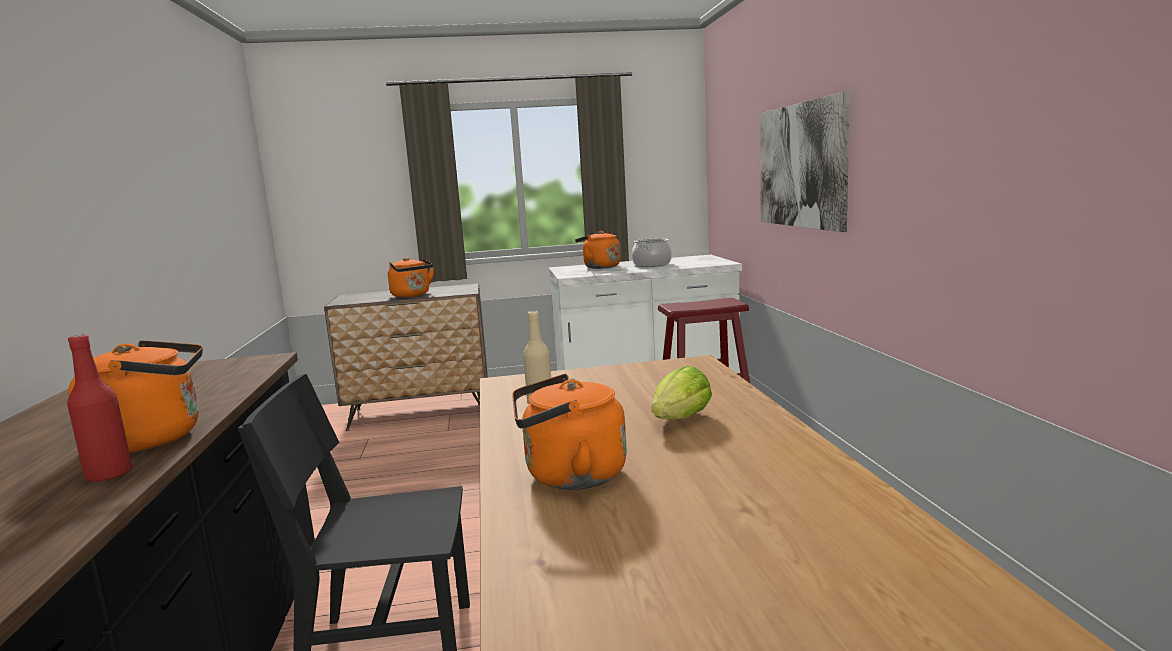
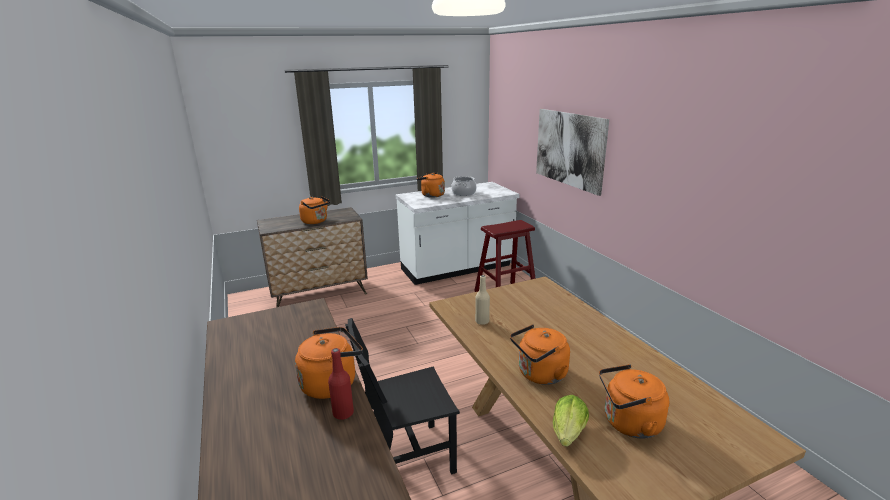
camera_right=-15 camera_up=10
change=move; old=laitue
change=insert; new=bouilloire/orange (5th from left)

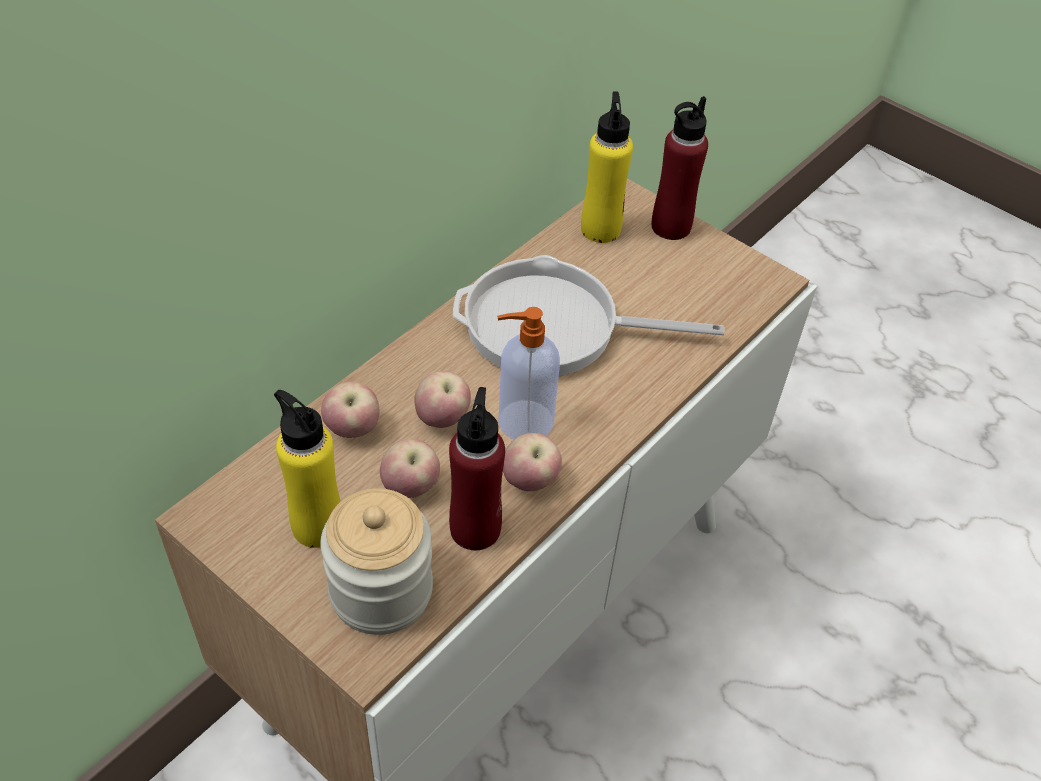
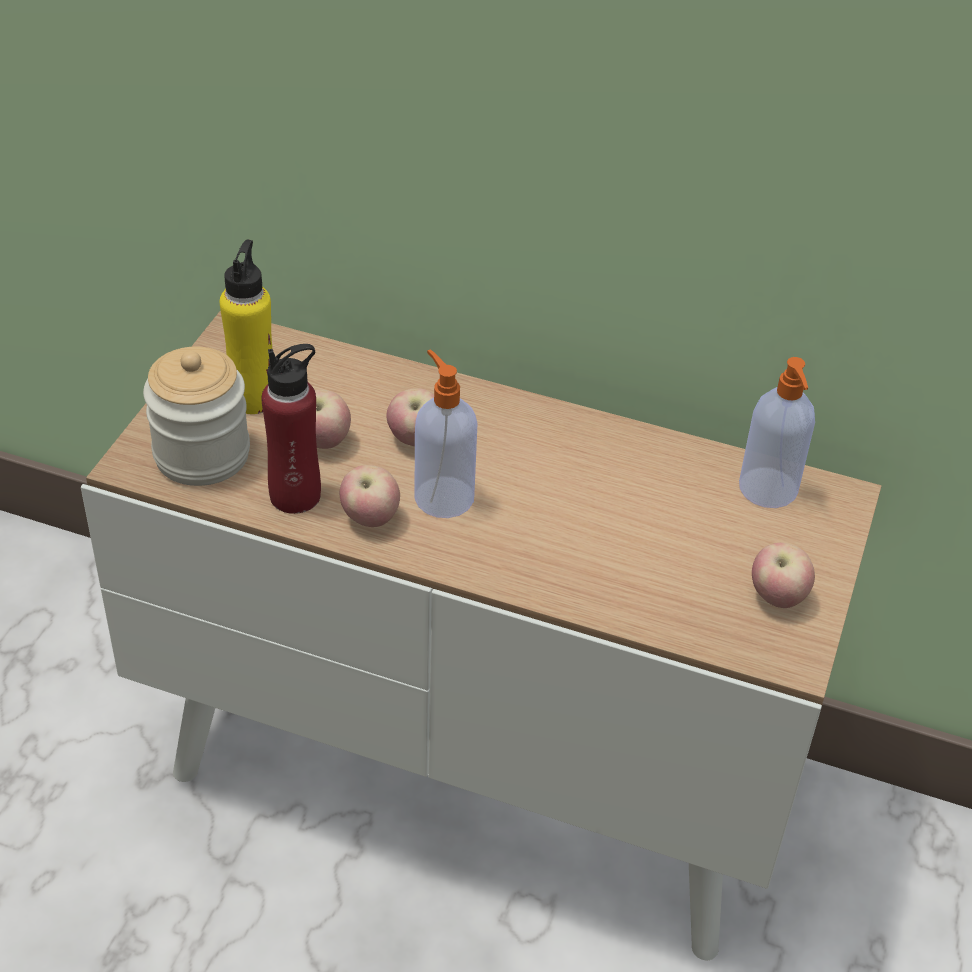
camera_right=70 camera_up=-5
change=replace; old=bouteille/jaune (2nd from left); new=distributeur de savon (2nd from left)
change=move; old=pomme (1st from left in the first image); new=pomme (4th from left)
change=delete; old=poêle
change=delete; old=bouteille/rouge (2nd from left)

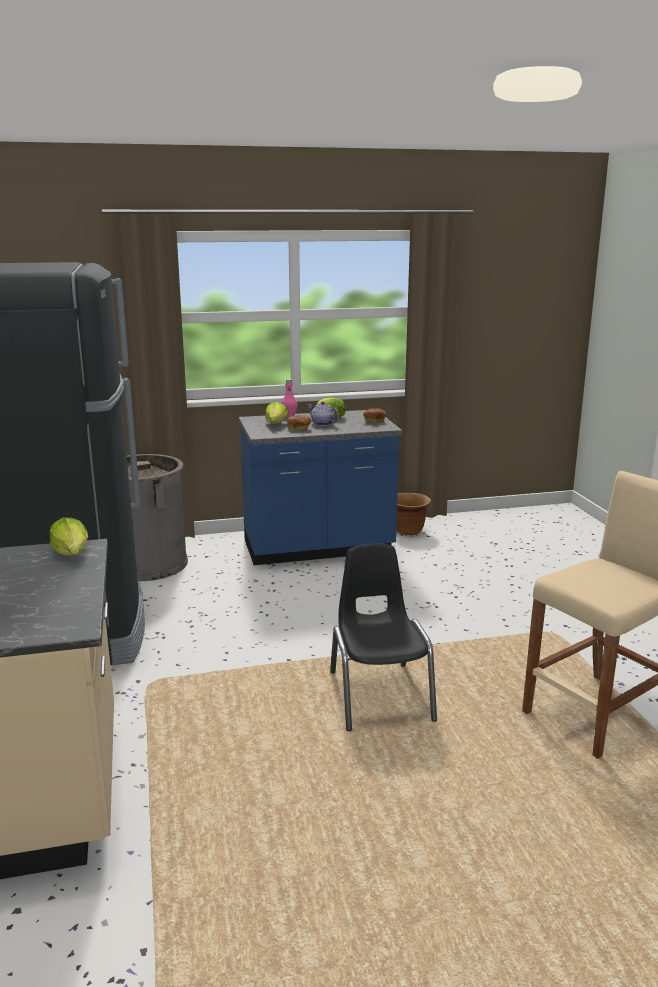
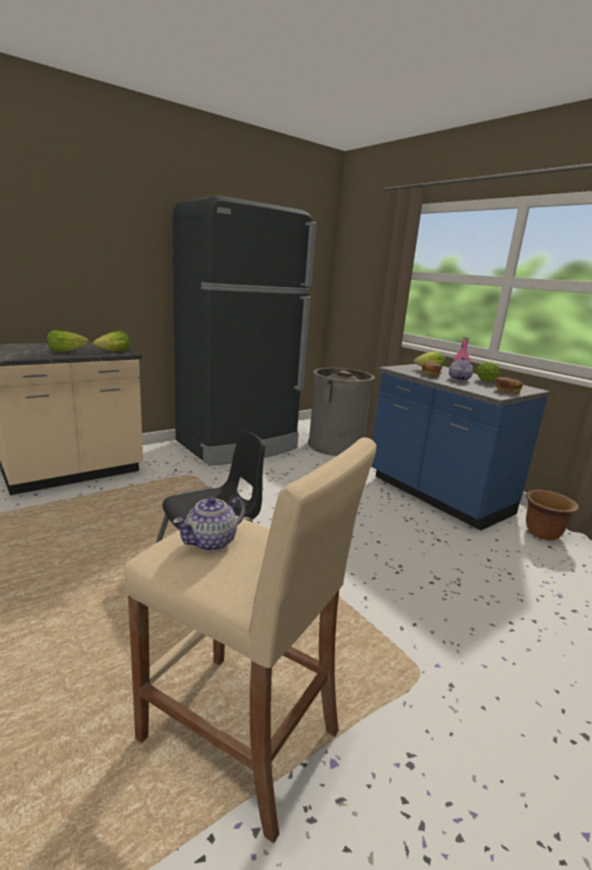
camera_right=65 camera_up=0
change=insert; new=laitue (1st from left)
change=insert; new=théière (1st from left)

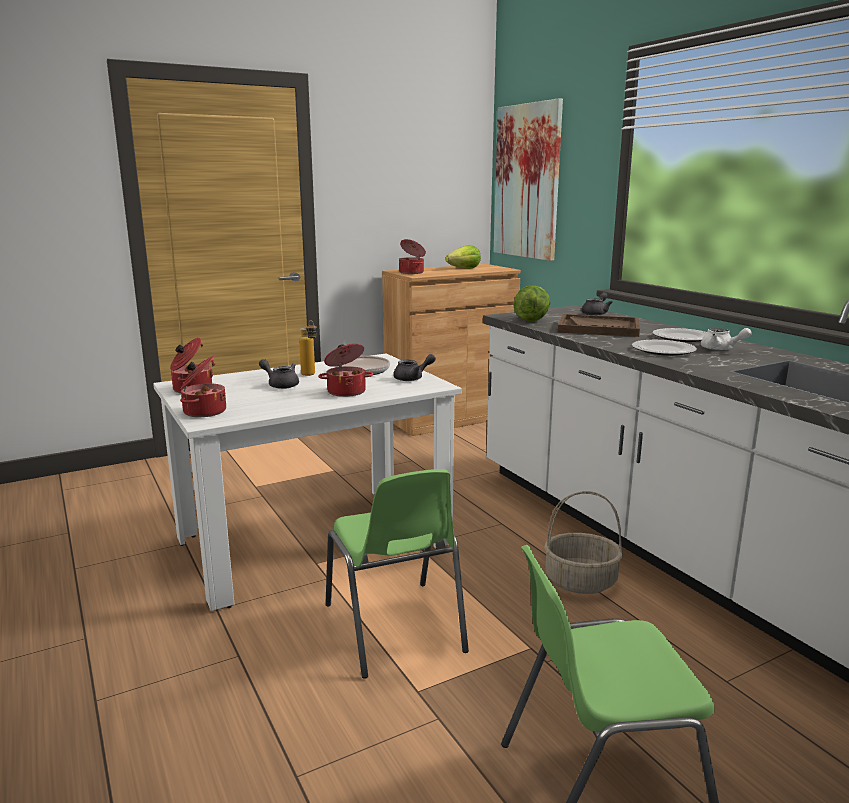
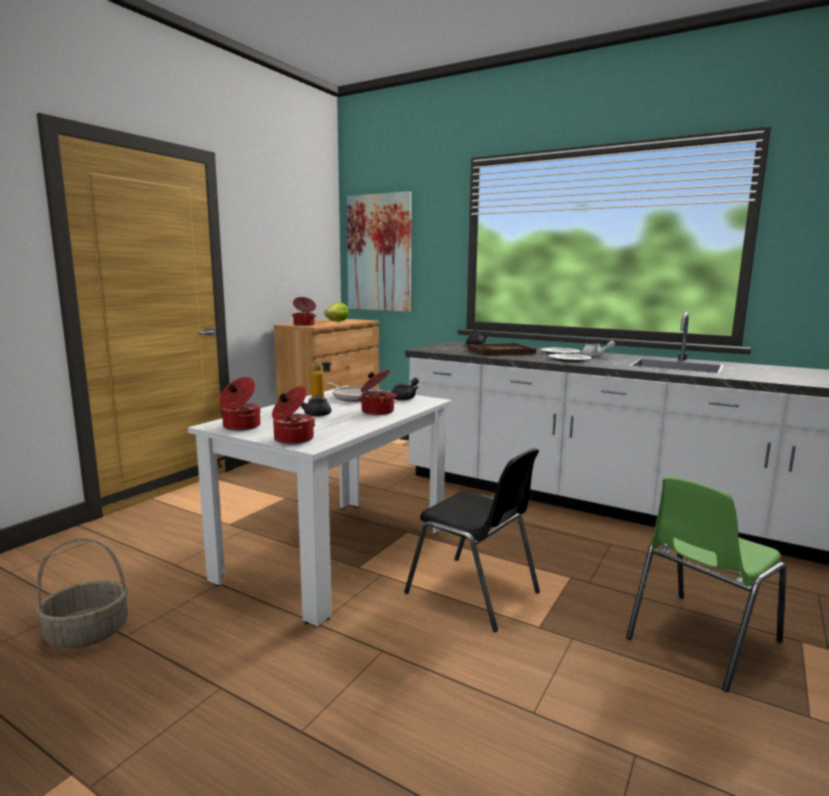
camera_right=-30 camera_up=-5
change=move; old=panier
change=recolor; old=chaise/vert (1st from left); new=chaise/noir
change=delete; old=laitue (2nd from left)

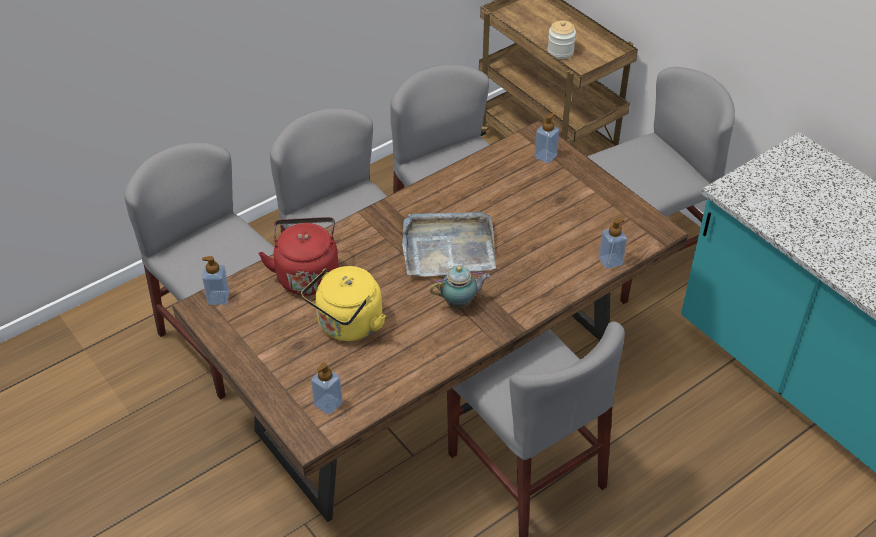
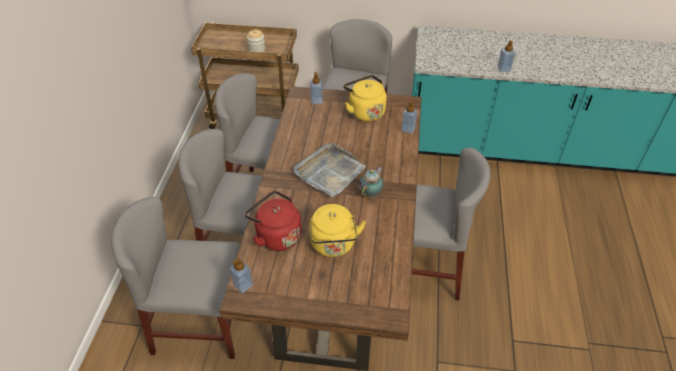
camera_right=-45 camera_up=0
change=insert; new=bouilloire/jaune (2nd from left)
change=move; old=distributeur de savon (2nd from left in the first image); new=distributeur de savon (4th from left)

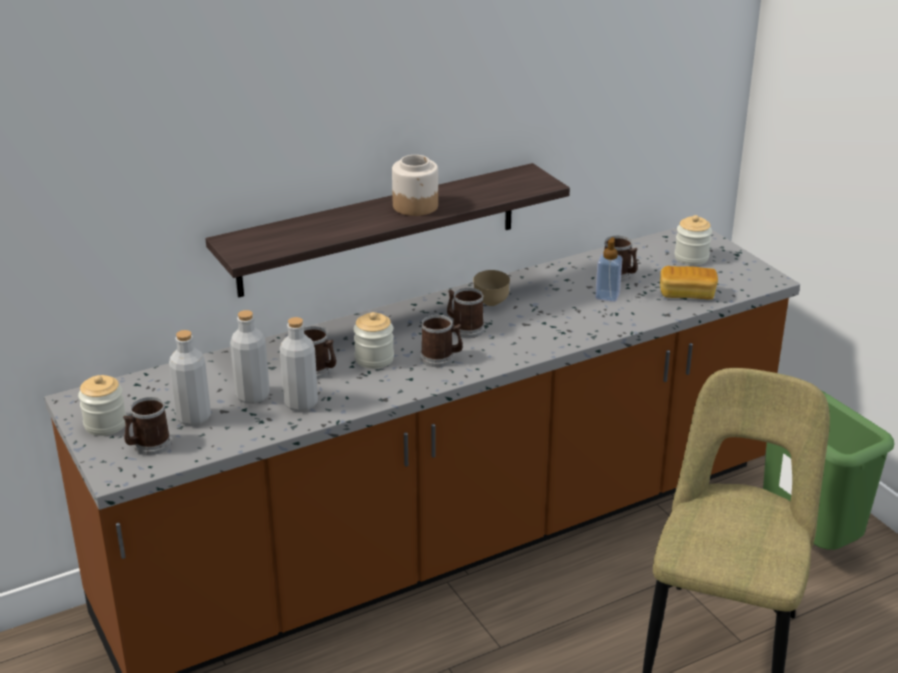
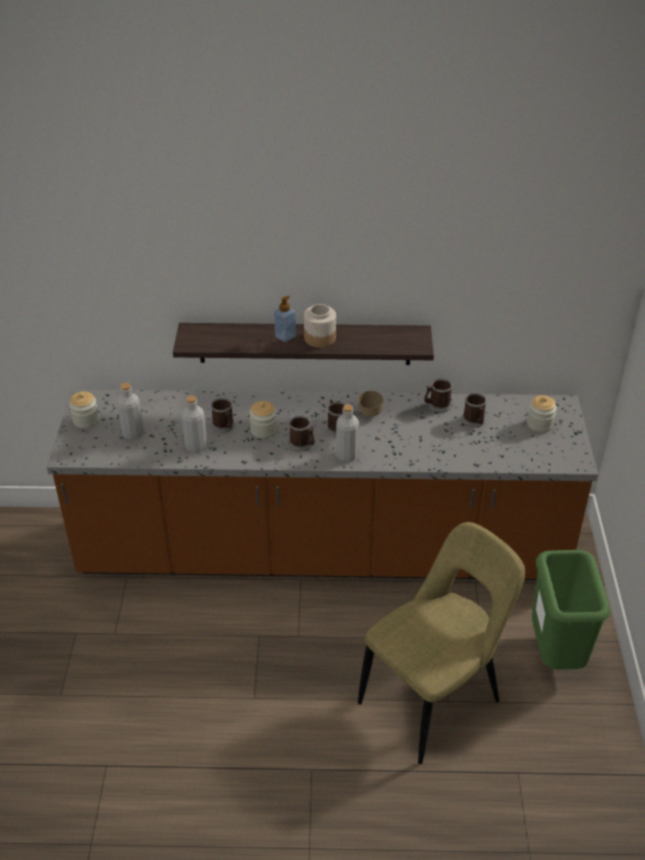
camera_right=30 camera_up=10
change=move; old=distributeur de savon
change=move; old=bouteille/gris (2nd from left in the first image); new=bouteille/gris (3rd from left)
change=move; old=mug (1st from left in the first image); new=mug (4th from left)
change=delete; old=pain

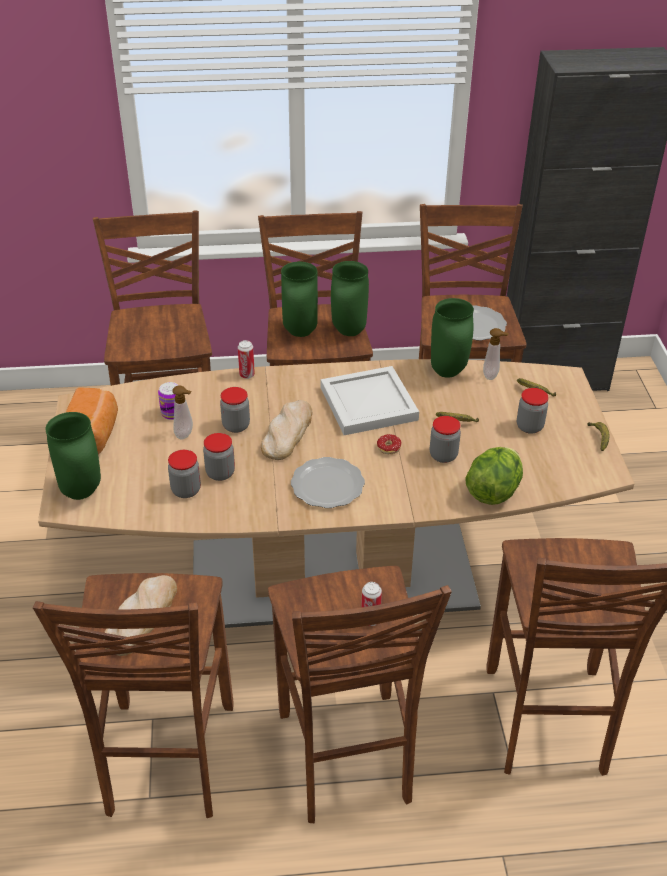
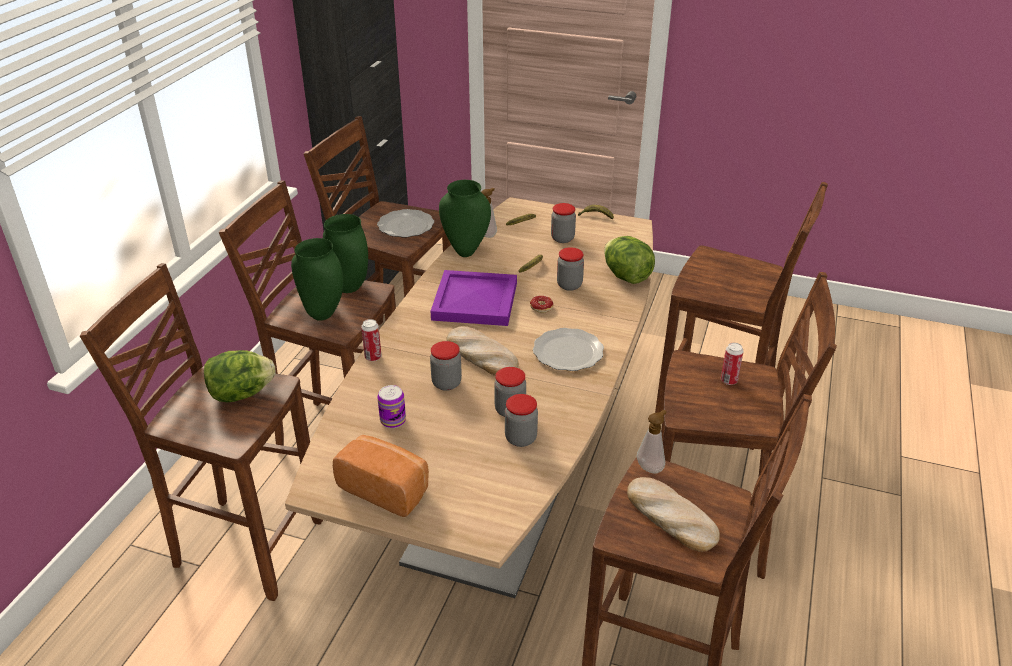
camera_right=-65 camera_up=-5
change=insert; new=laitue (1st from left)
change=recolor; old=plateau/blanc; new=plateau/violet
change=move; old=distributeur de savon (1st from left in the first image); new=distributeur de savon (2nd from left)
change=delete; old=vase/vert (1st from left)

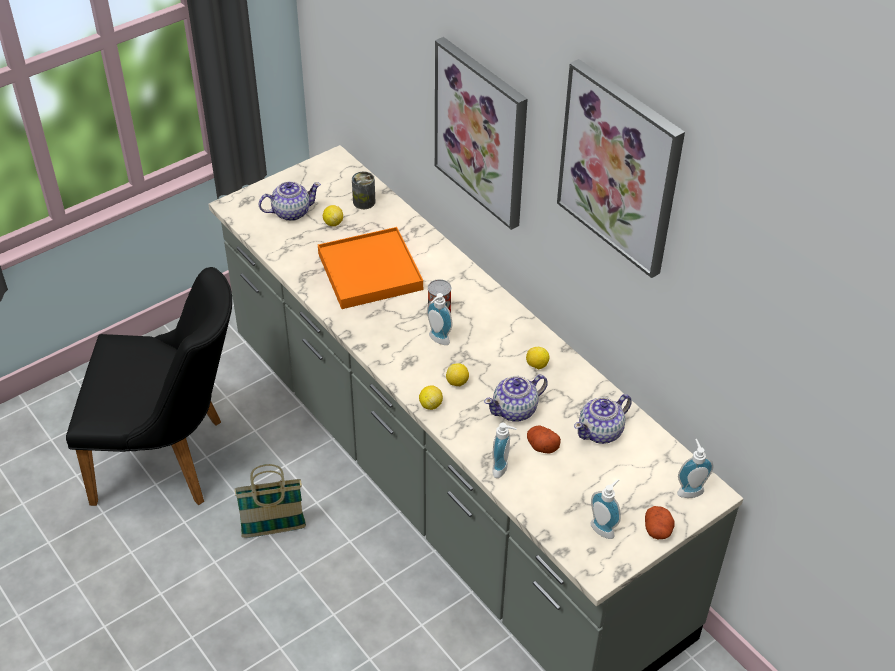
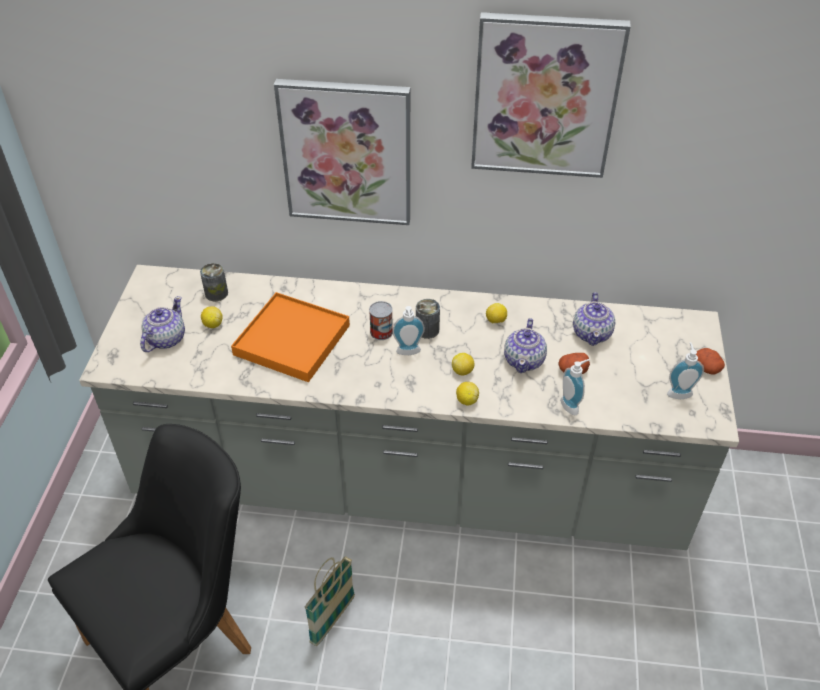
camera_right=-45 camera_up=0
change=insert; new=boîte métallique (3rd from left)
change=delete; old=distributeur de savon (4th from left)

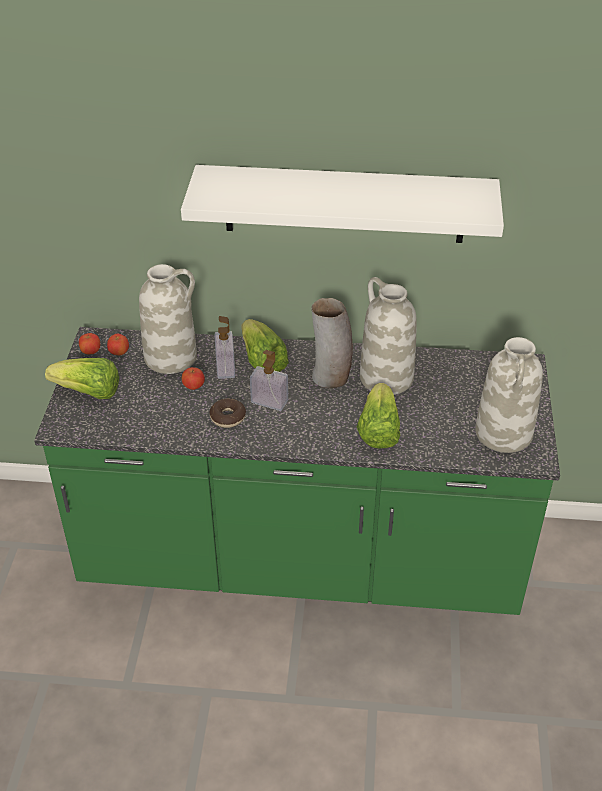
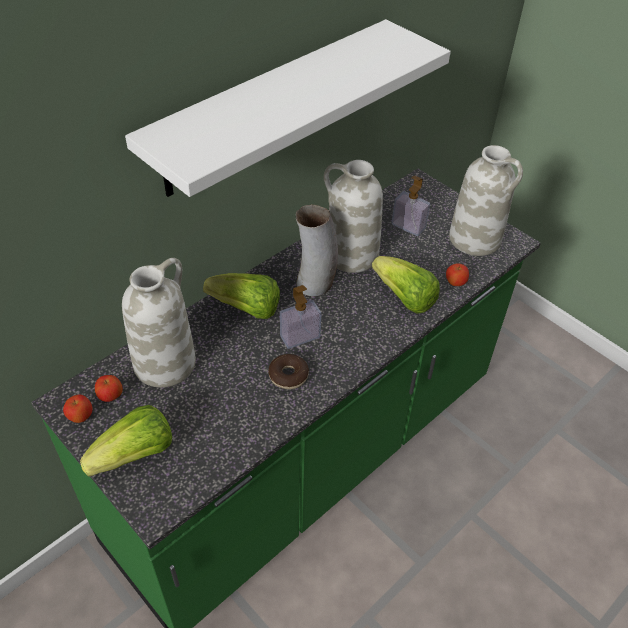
camera_right=-50 camera_up=5
change=move; old=distributeur de savon (1st from left in the first image); new=distributeur de savon (2nd from left)
change=move; old=pomme (3rd from left)

